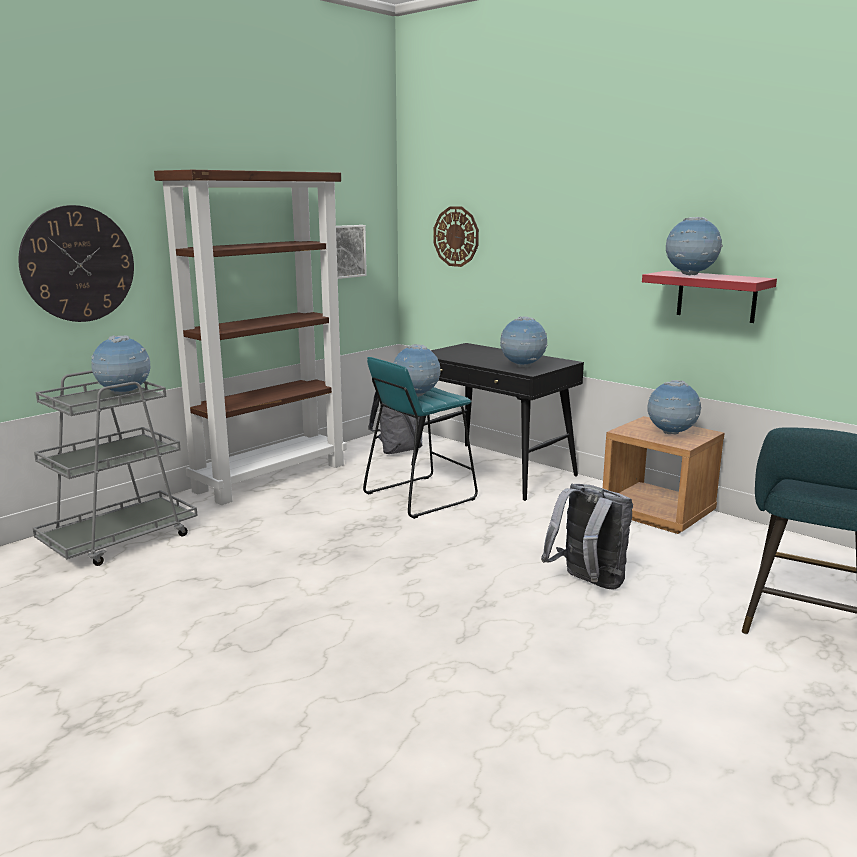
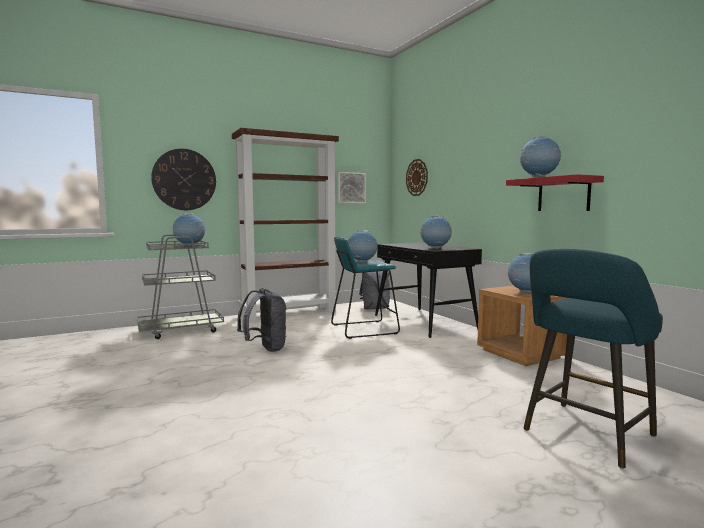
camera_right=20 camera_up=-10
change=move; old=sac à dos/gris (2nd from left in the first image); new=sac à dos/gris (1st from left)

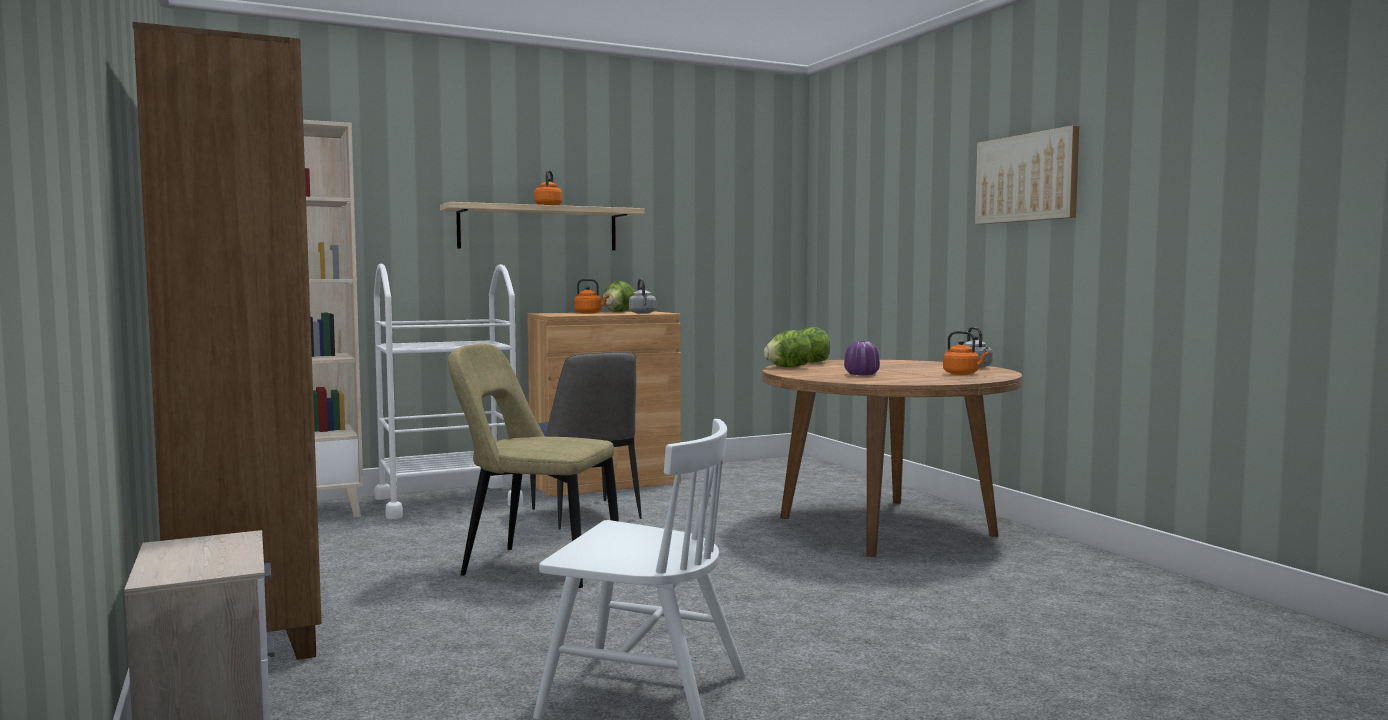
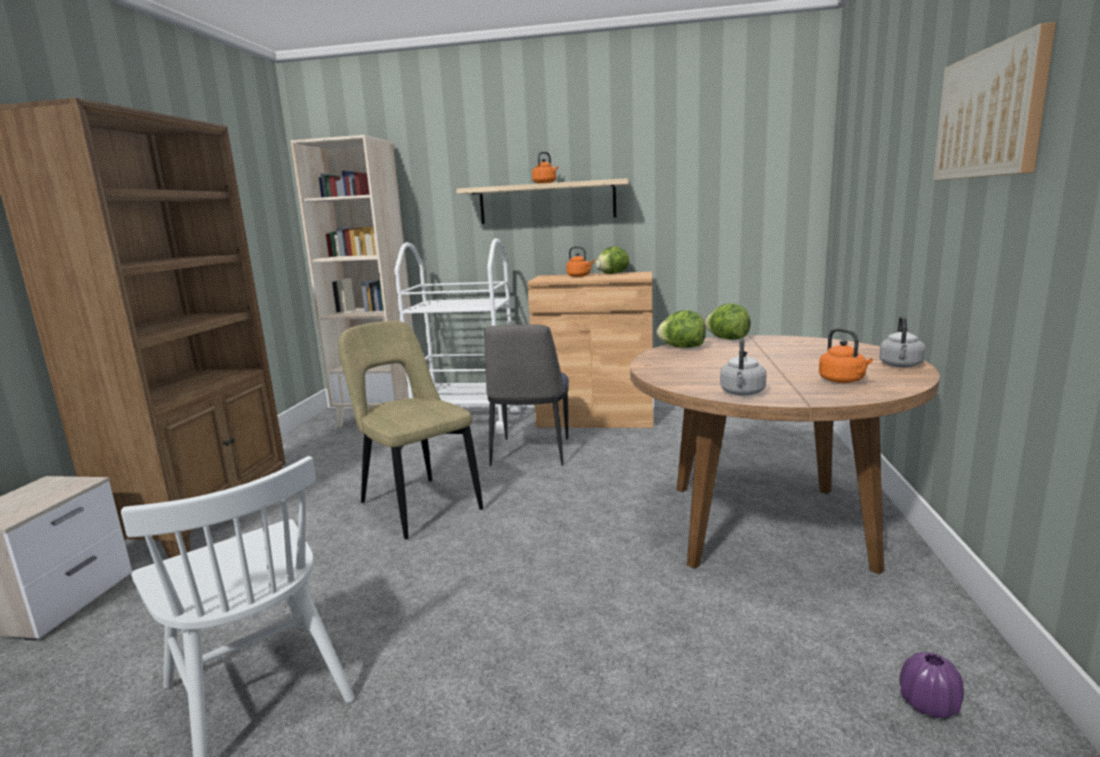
camera_right=35 camera_up=10
change=move; old=bouilloire/gris (1st from left)
change=move; old=vase/violet

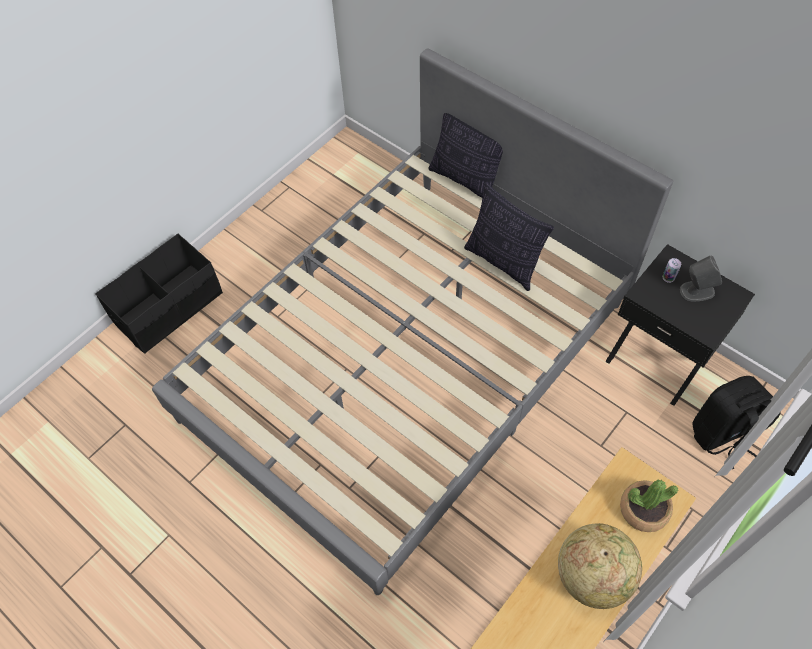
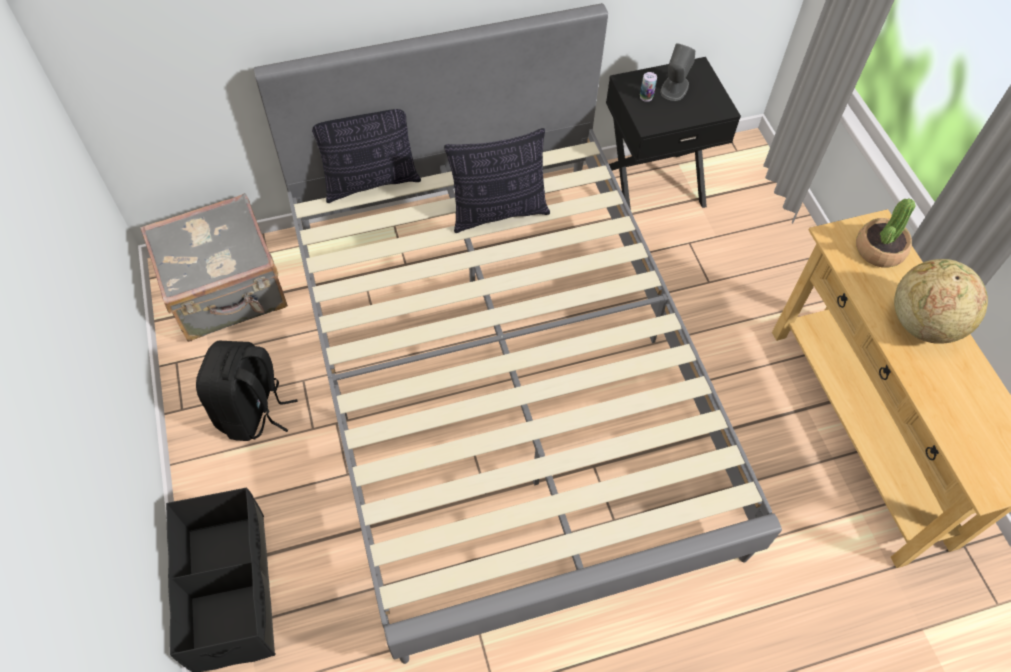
camera_right=-60 camera_up=0
change=insert; new=valise/gris
change=move; old=sac à dos/noir

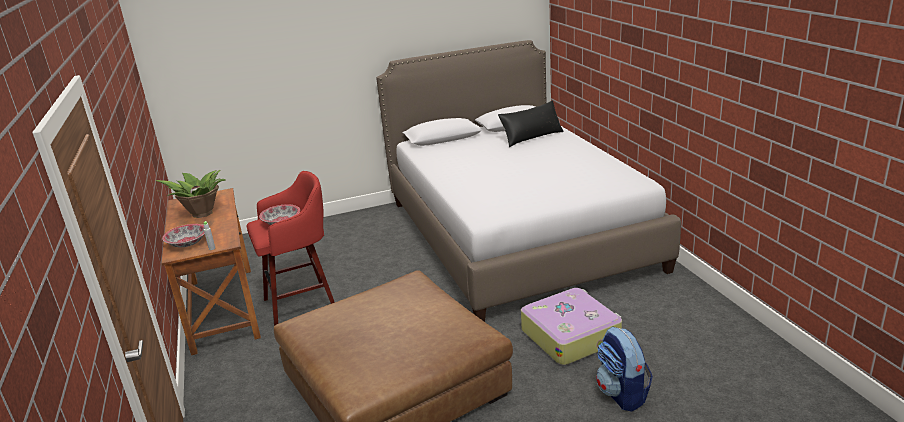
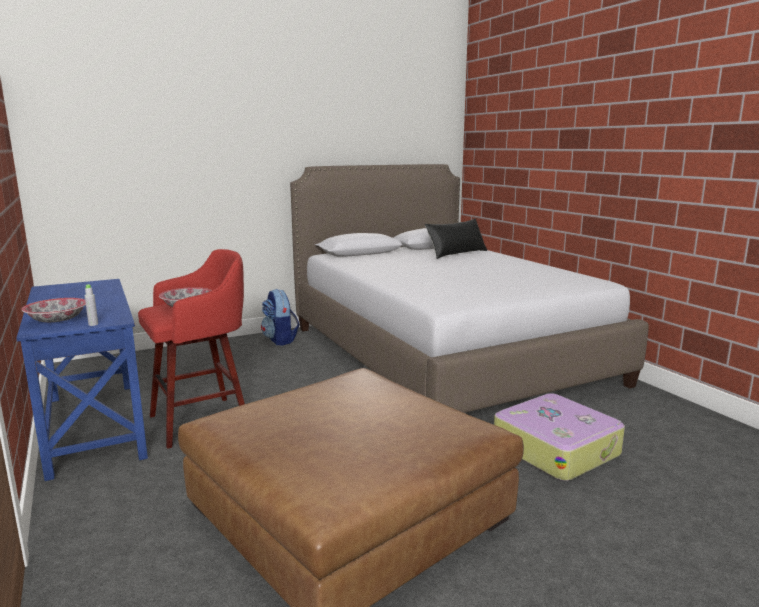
camera_right=-10 camera_up=-10
change=recolor; old=bureau/marron; new=bureau/bleu
change=move; old=sac à dos
change=delete; old=plante en pot

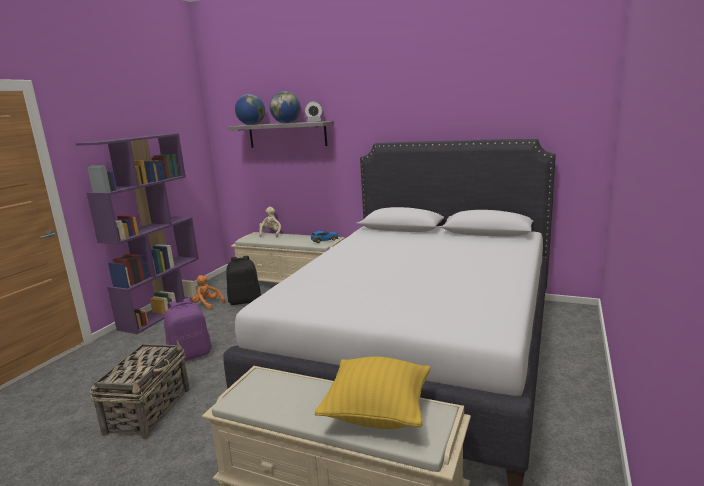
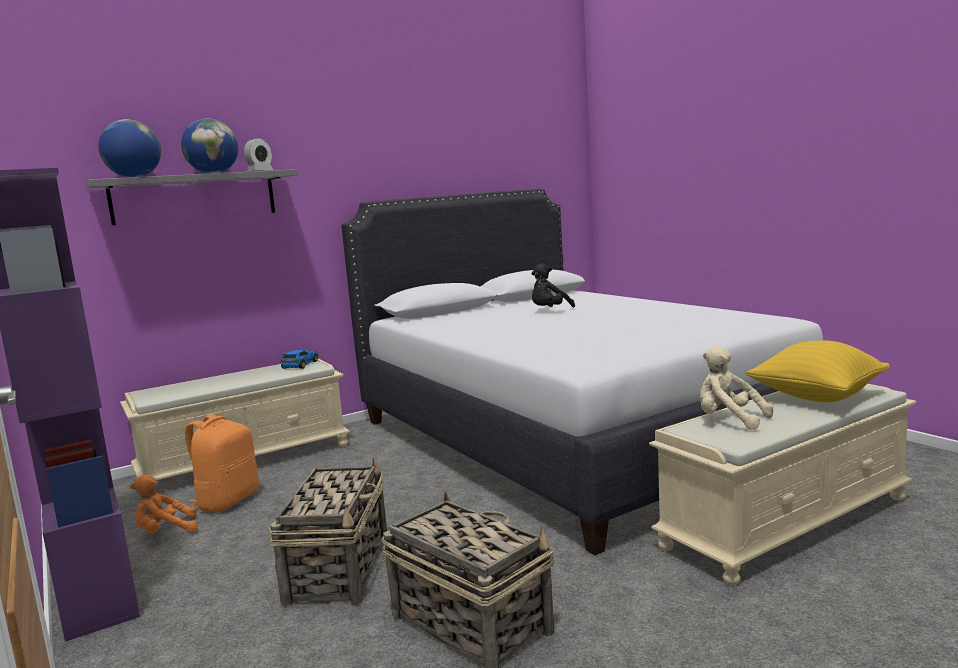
camera_right=-55 camera_up=-5
change=recolor; old=sac à dos/noir; new=sac à dos/orange
change=replace; old=sac à dos/violet; new=panier (1st from left)
change=insert; new=peluche/noir
change=move; old=peluche/beige

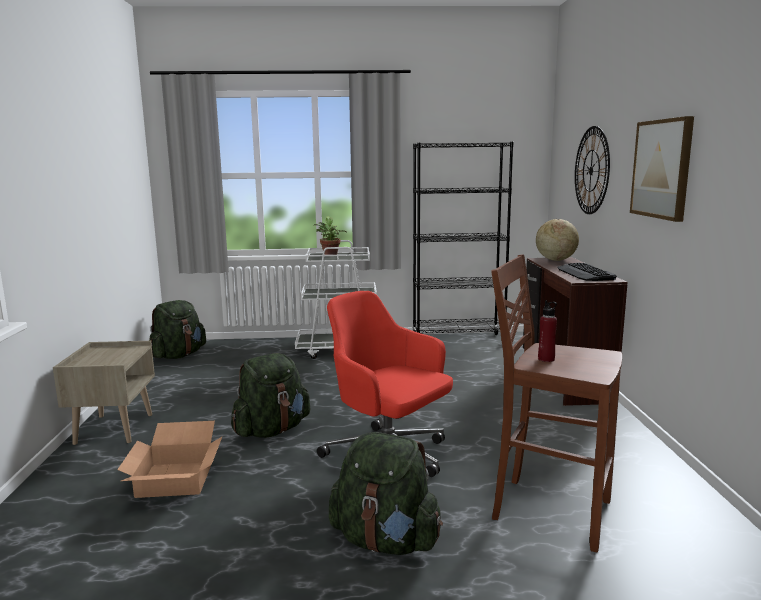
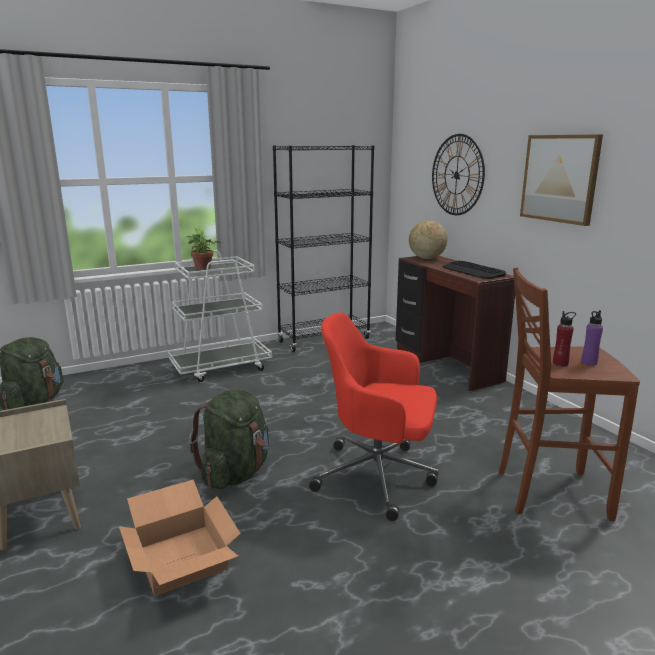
camera_right=-25 camera_up=5
change=insert; new=bouteille/violet
change=delete; old=sac à dos/vert (3rd from left)

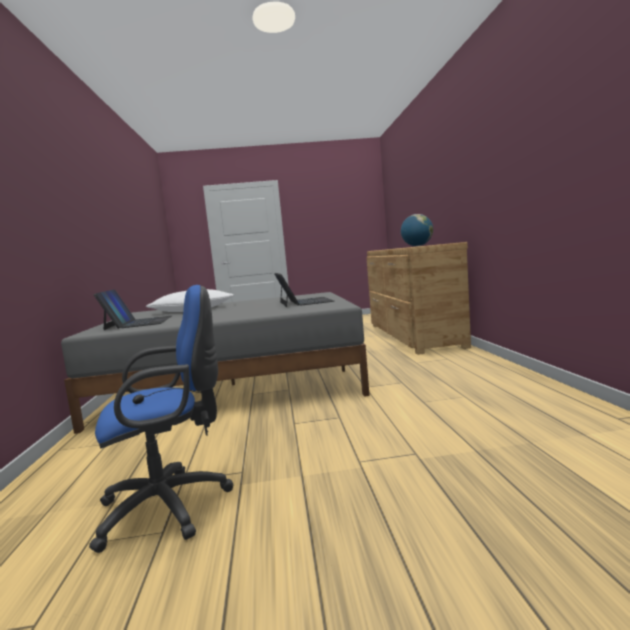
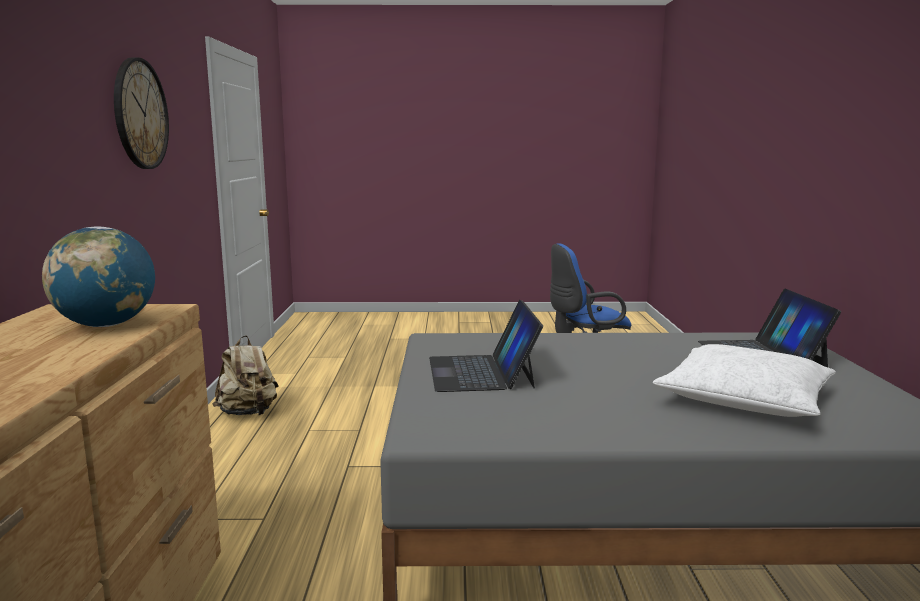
camera_right=-175 camera_up=5
change=insert; new=horloge murale
change=insert; new=sac à dos/beige

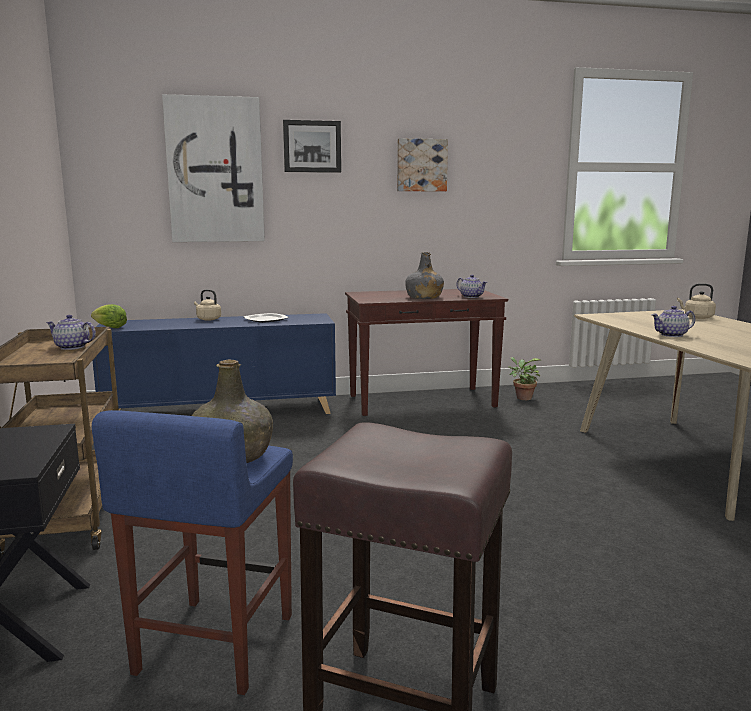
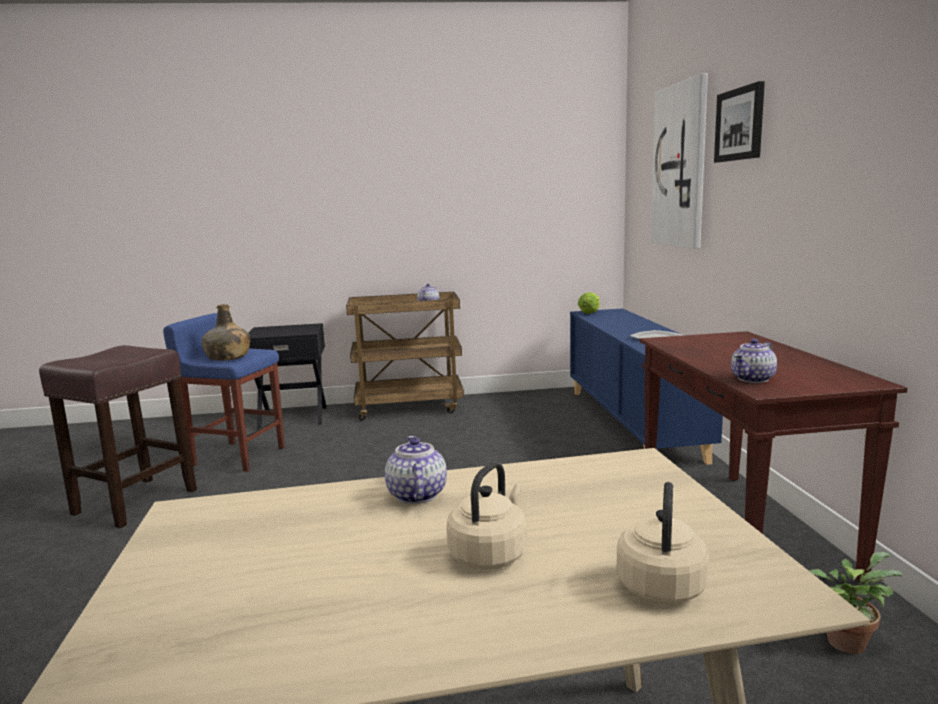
camera_right=95 camera_up=0
change=move; old=bouilloire/beige (1st from left)
change=delete; old=tableau (3rd from left)
change=delete; old=bouteille/gris

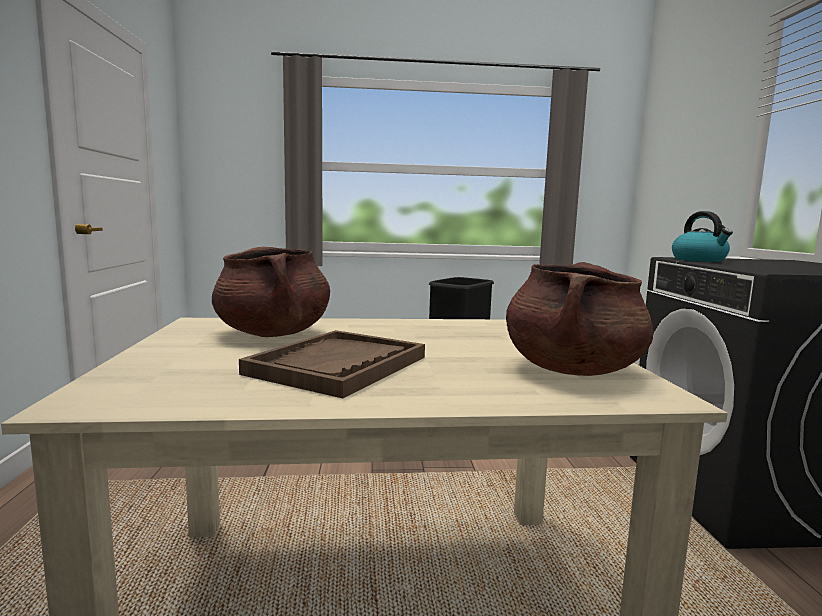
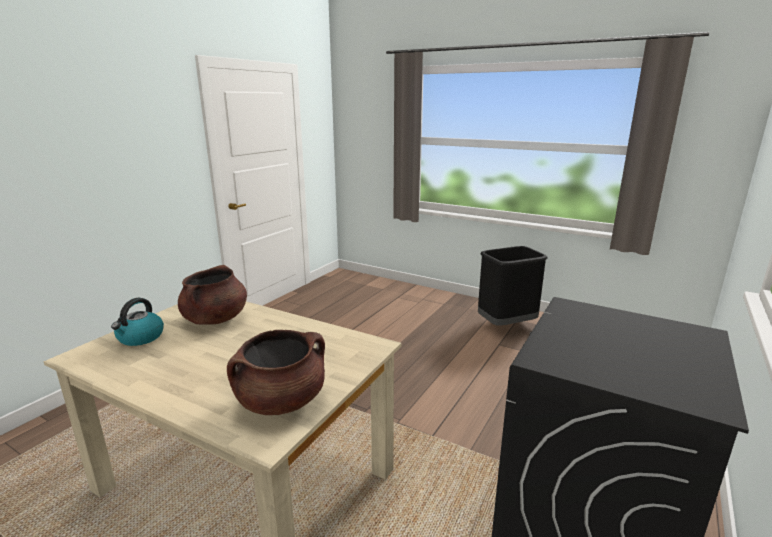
camera_right=35 camera_up=10
change=move; old=bouilloire
change=delete; old=plateau/marron

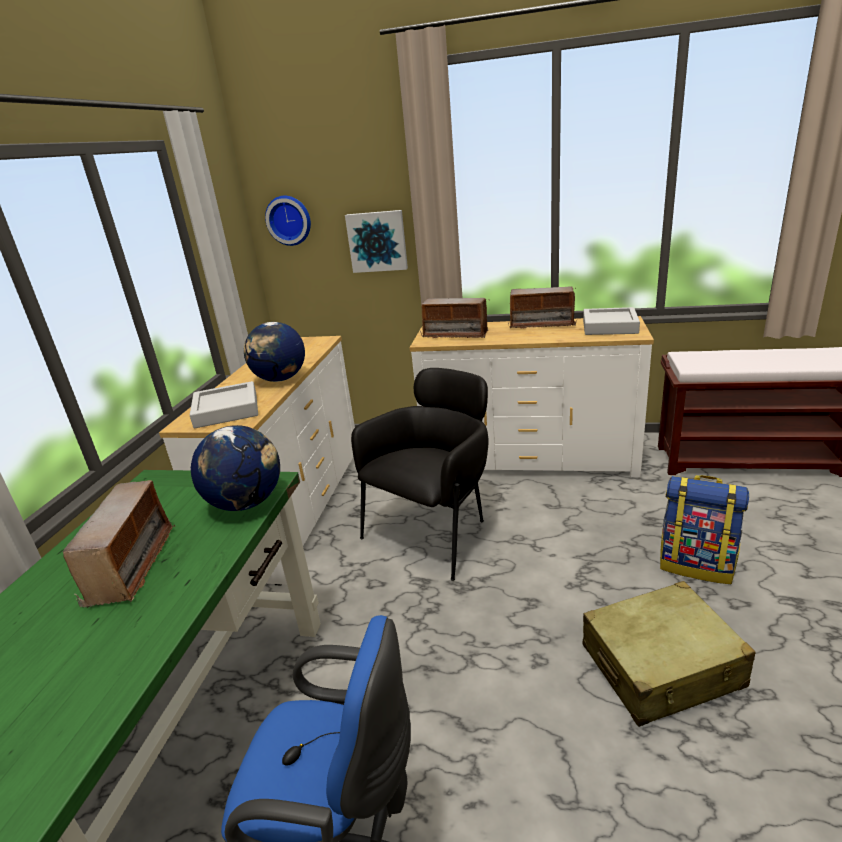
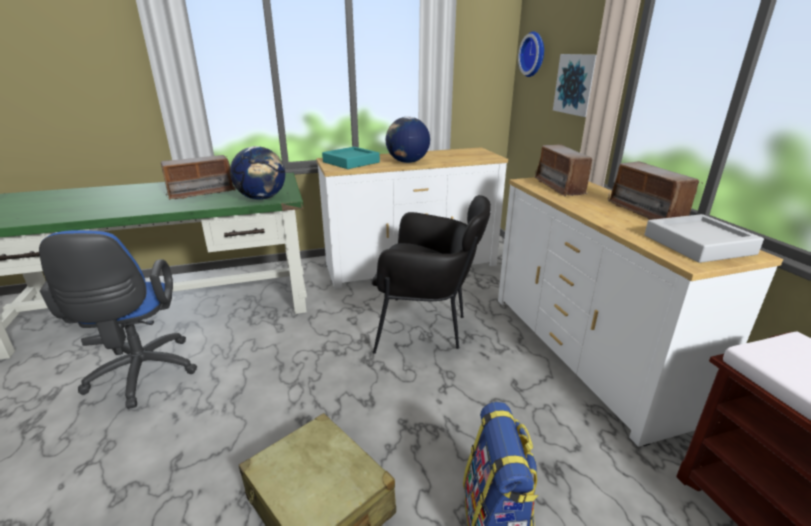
camera_right=60 camera_up=0
change=recolor; old=plateau/gris (1st from left); new=plateau/turquoise

